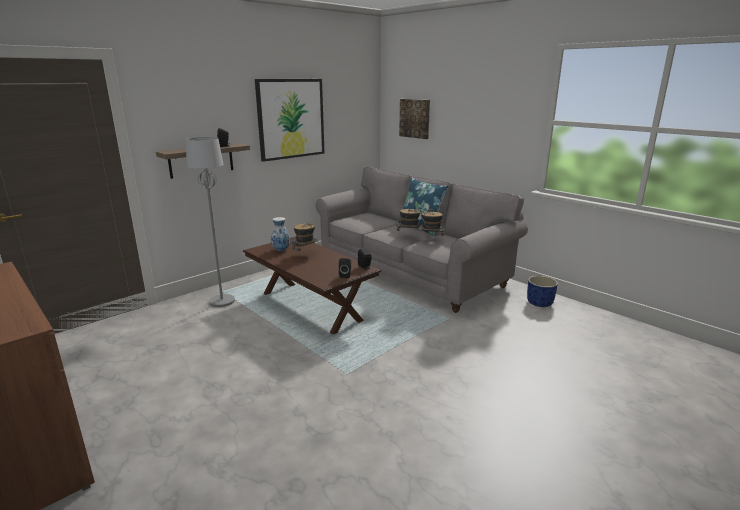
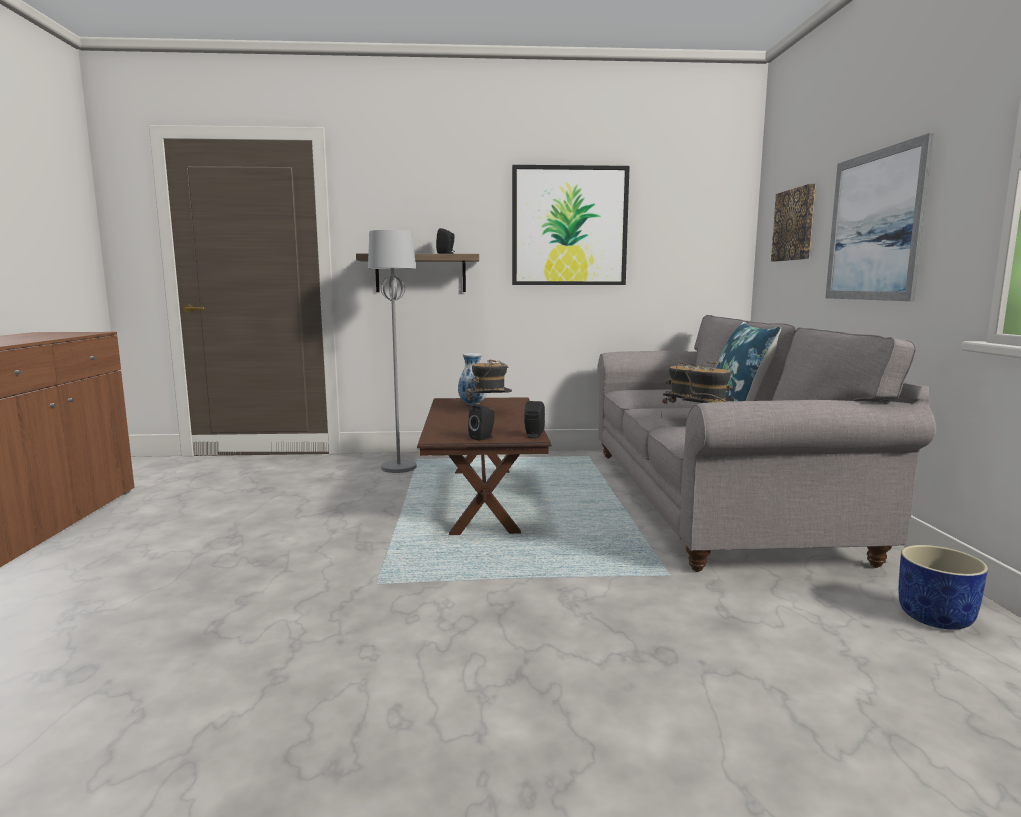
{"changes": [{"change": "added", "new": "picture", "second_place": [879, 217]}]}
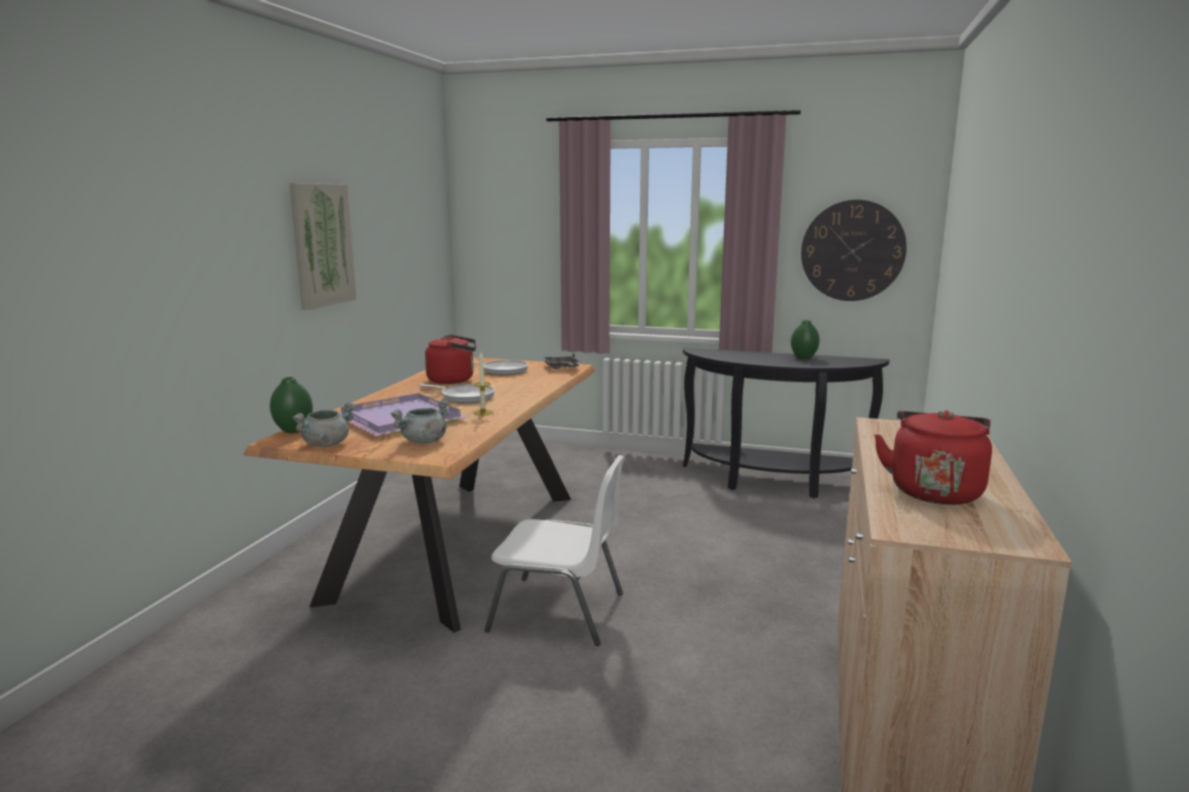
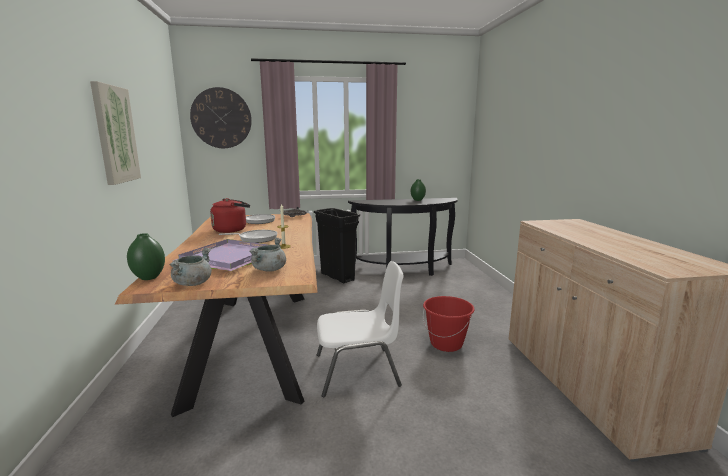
{"changes": [{"change": "moved", "old": "wall clock", "first_place": [854, 250], "second_place": [221, 117]}, {"change": "removed", "old": "kettle (red)", "first_place": [933, 457]}, {"change": "added", "new": "trash can (black)", "second_place": [337, 245]}, {"change": "added", "new": "bucket (red)", "second_place": [449, 324]}]}
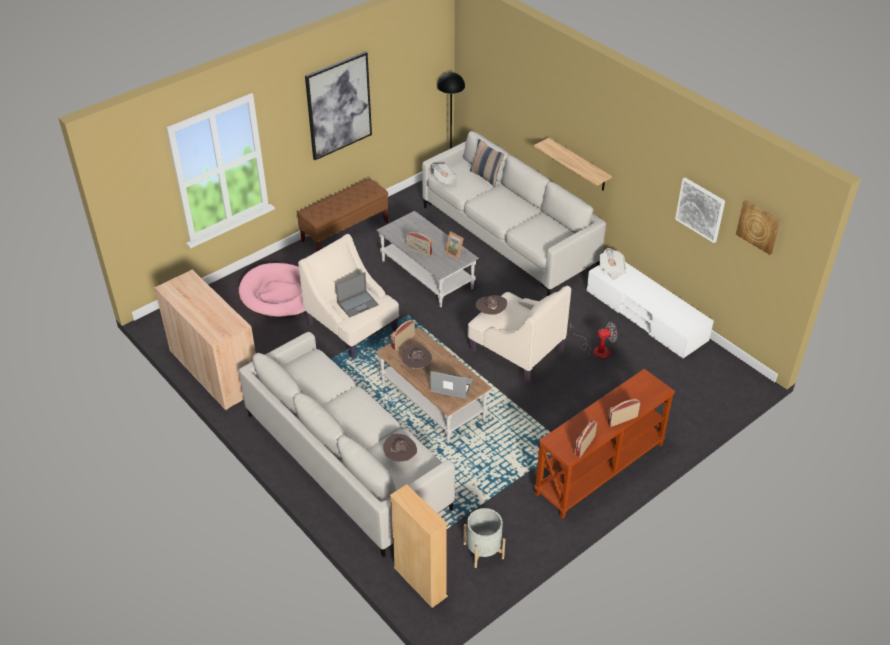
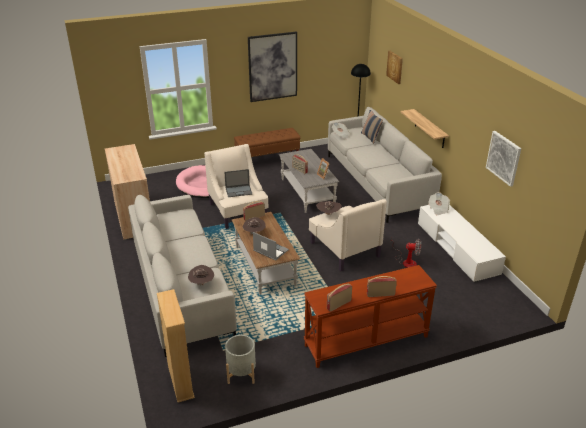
{"changes": [{"change": "moved", "old": "picture", "first_place": [758, 227], "second_place": [394, 67]}]}
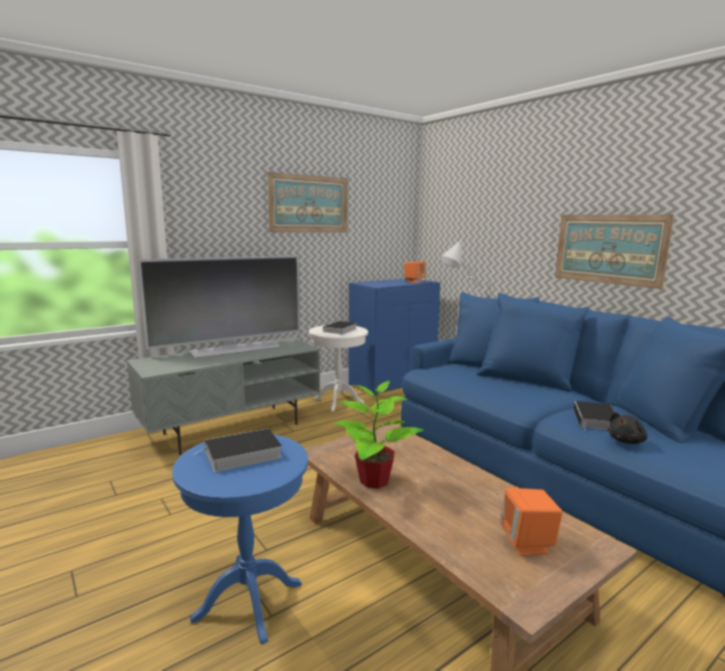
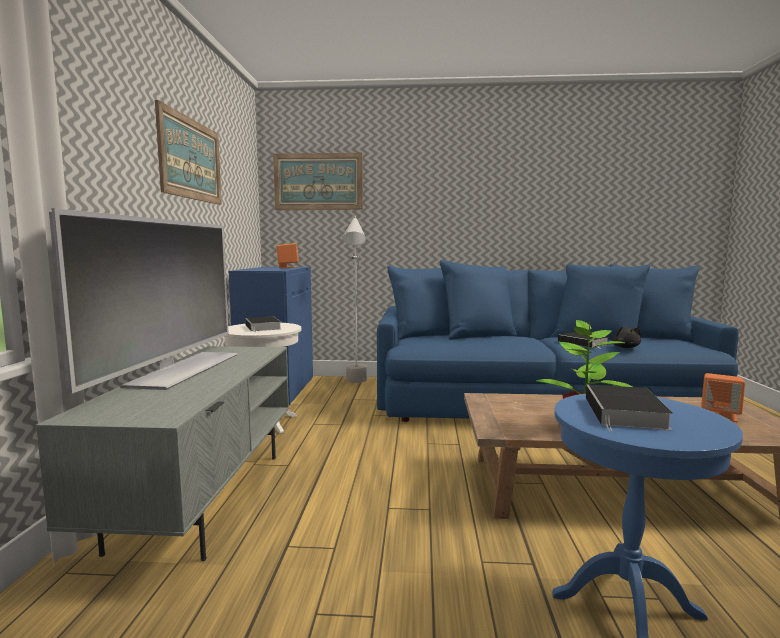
{"changes": [{"change": "moved", "old": "picture", "first_place": [614, 251], "second_place": [318, 181]}]}
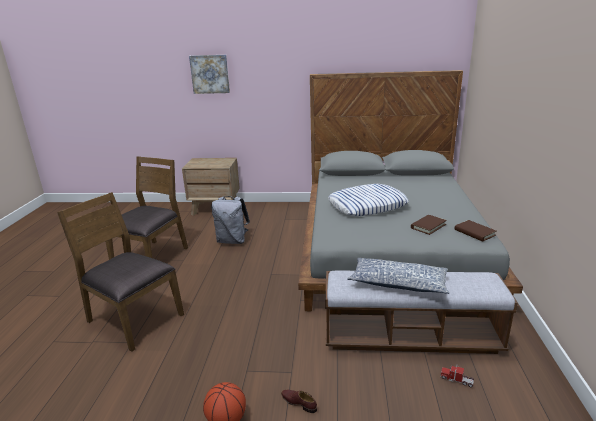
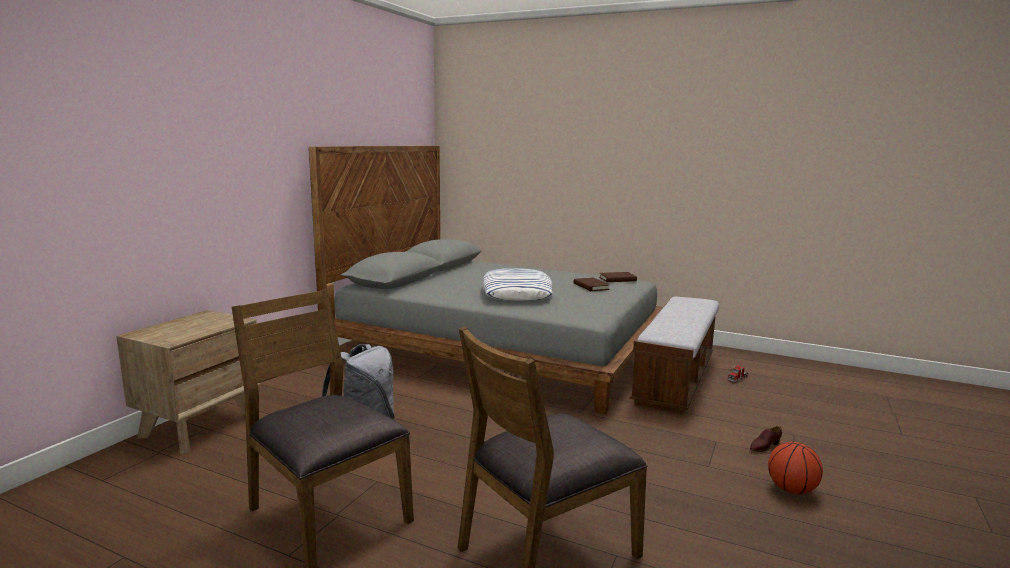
{"changes": [{"change": "removed", "old": "picture", "first_place": [209, 74]}, {"change": "removed", "old": "pillow", "first_place": [398, 276]}]}
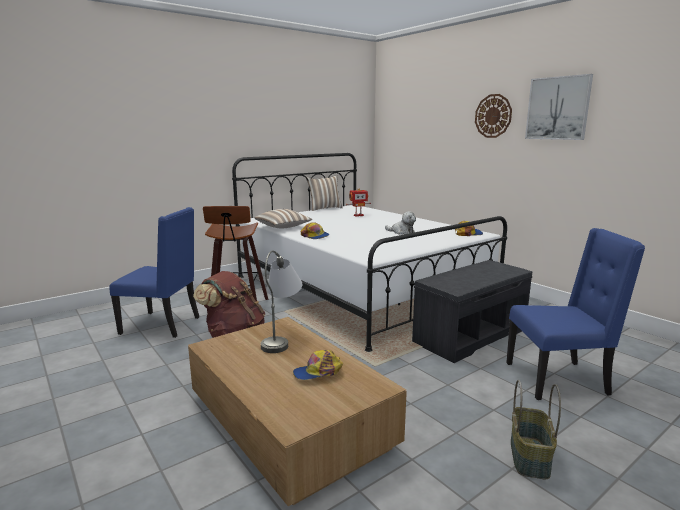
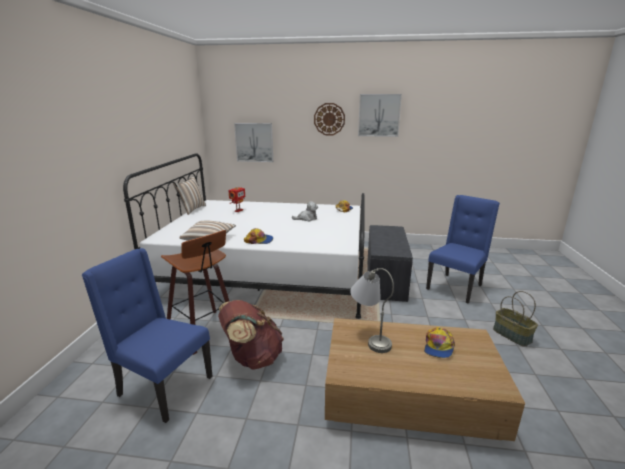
{"changes": [{"change": "turned", "old": "chair (blue)", "first_place": [154, 272], "second_place": [147, 335], "degrees": -120}, {"change": "added", "new": "picture", "second_place": [253, 142]}]}
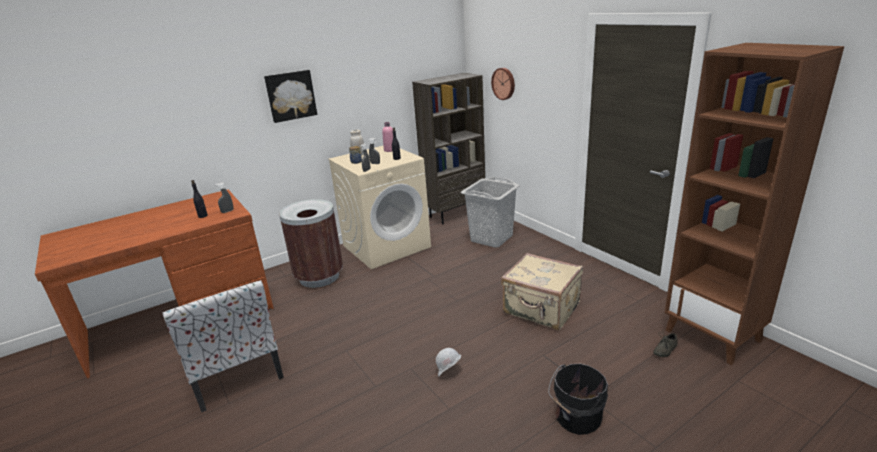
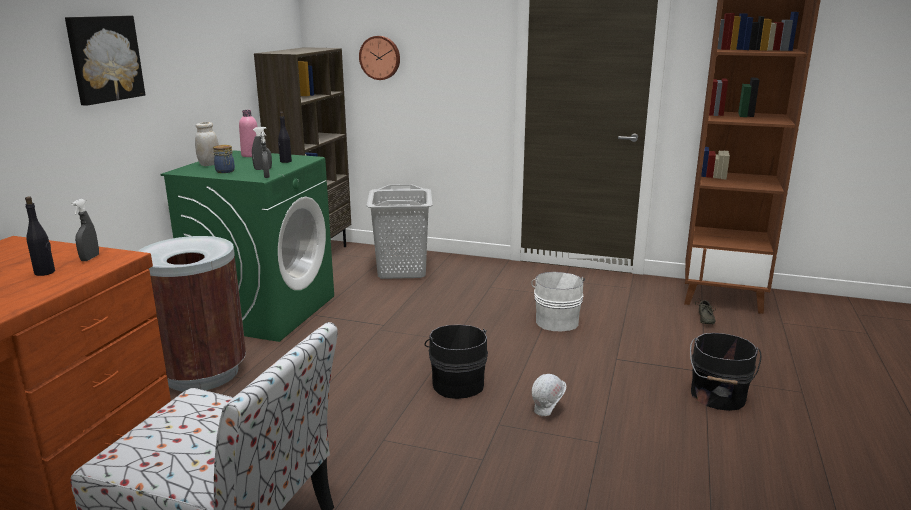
{"changes": [{"change": "recoloured", "old": "washing machine (beige)", "new": "washing machine (green)", "first_place": [379, 207], "second_place": [247, 246]}, {"change": "replaced", "old": "suitcase (beige)", "new": "bucket (white)", "first_place": [542, 291], "second_place": [558, 301]}, {"change": "added", "new": "bucket (black)", "second_place": [456, 362]}]}
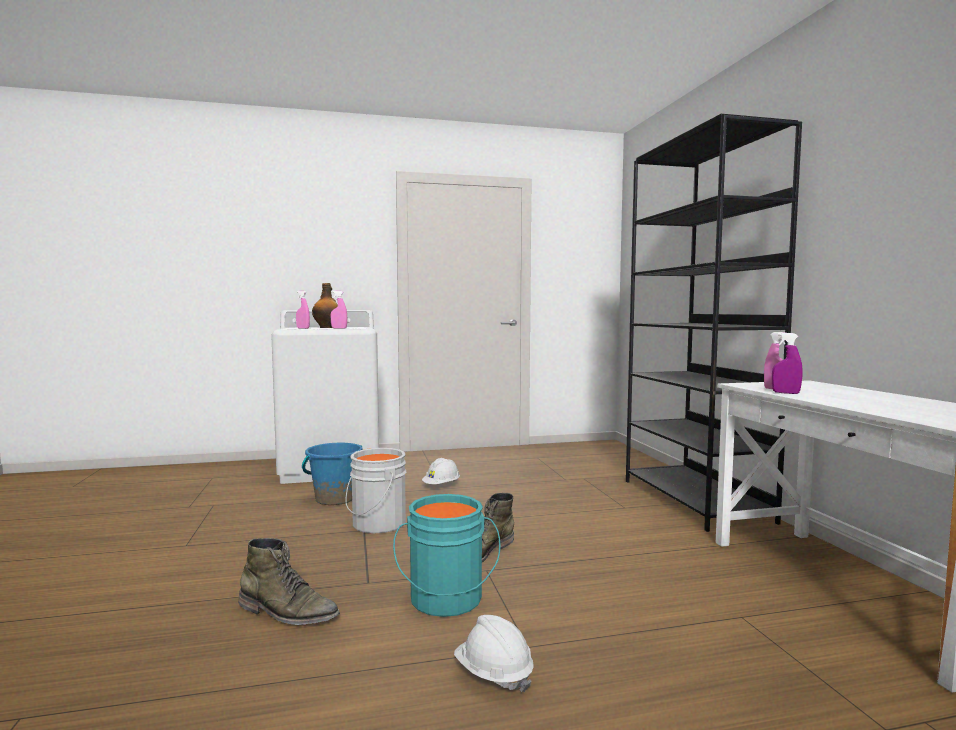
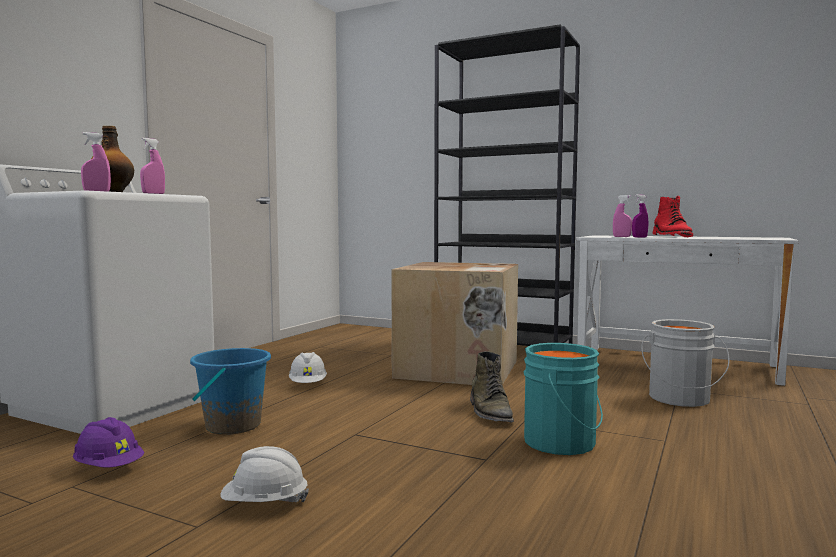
{"changes": [{"change": "removed", "old": "boot (green)", "first_place": [289, 581]}, {"change": "moved", "old": "bucket (grey)", "first_place": [376, 490], "second_place": [685, 363]}, {"change": "moved", "old": "hard hat (white)", "first_place": [494, 653], "second_place": [264, 474]}, {"change": "added", "new": "hard hat (purple)", "second_place": [108, 442]}, {"change": "added", "new": "cardboard box", "second_place": [454, 323]}, {"change": "added", "new": "boot (red)", "second_place": [673, 216]}]}
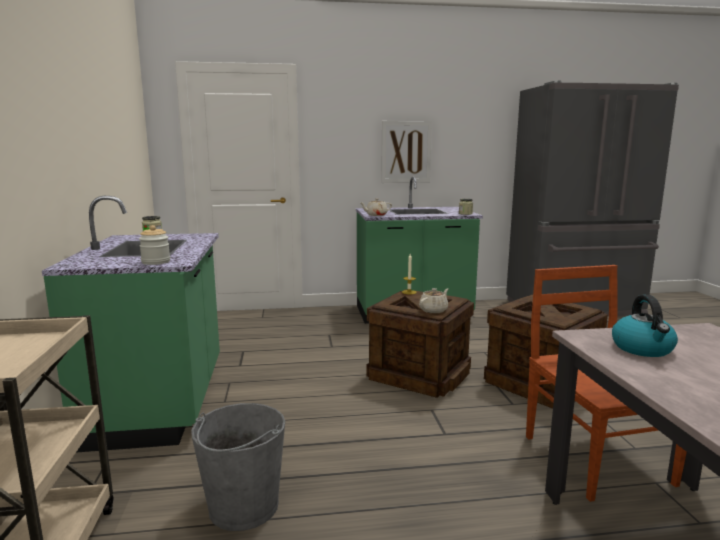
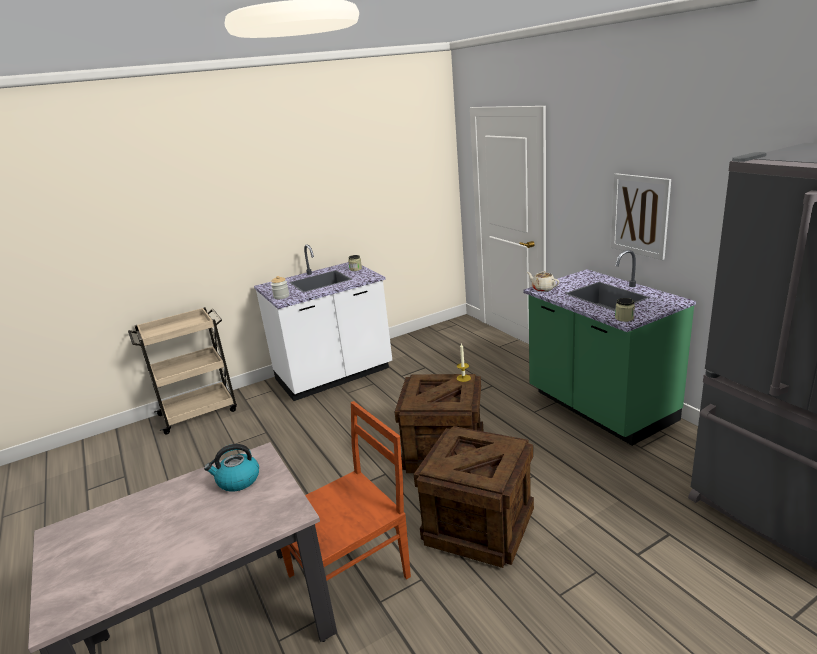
{"changes": [{"change": "recoloured", "old": "counter (green)", "new": "counter (white)", "first_place": [131, 324], "second_place": [323, 322]}, {"change": "removed", "old": "bucket (grey)", "first_place": [238, 467]}, {"change": "removed", "old": "teapot (beige)", "first_place": [433, 300]}]}
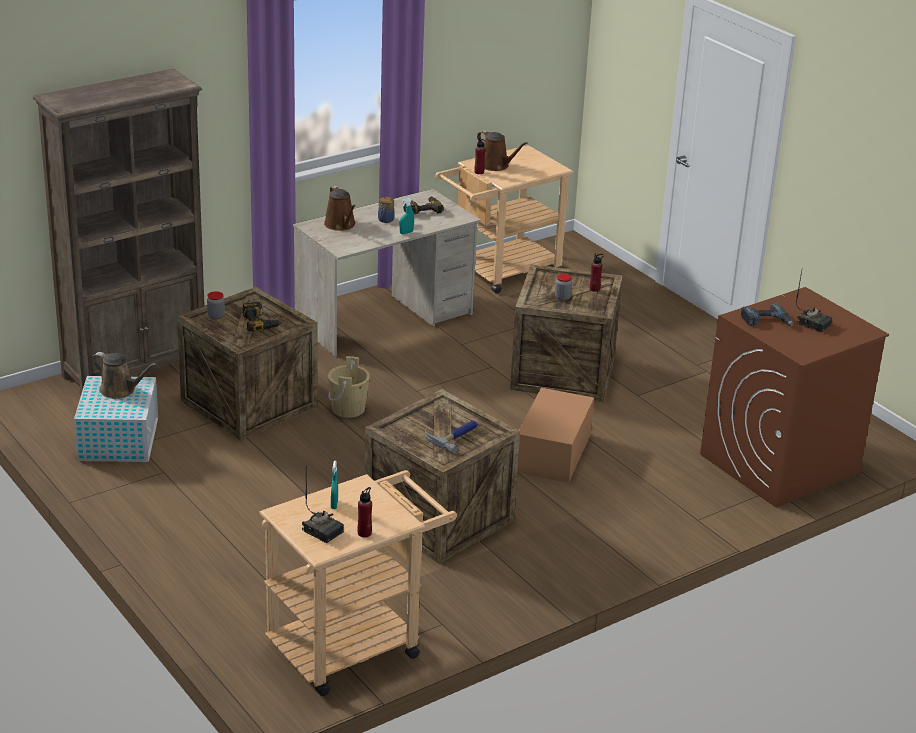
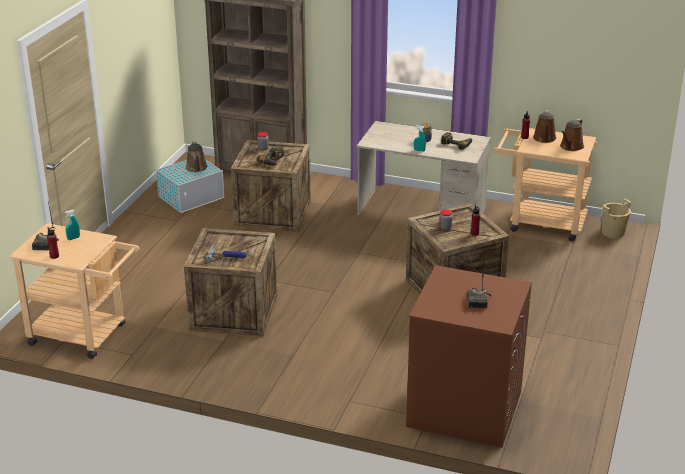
{"changes": [{"change": "moved", "old": "watering can (brown)", "first_place": [340, 208], "second_place": [572, 135]}, {"change": "moved", "old": "bucket (beige)", "first_place": [349, 387], "second_place": [615, 218]}, {"change": "removed", "old": "cardboard box", "first_place": [555, 435]}, {"change": "removed", "old": "power drill", "first_place": [767, 314]}]}
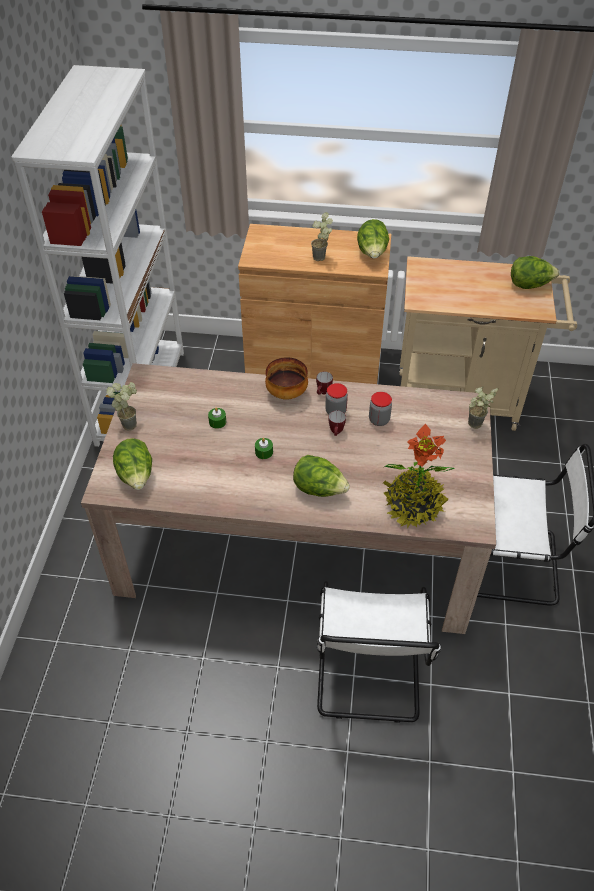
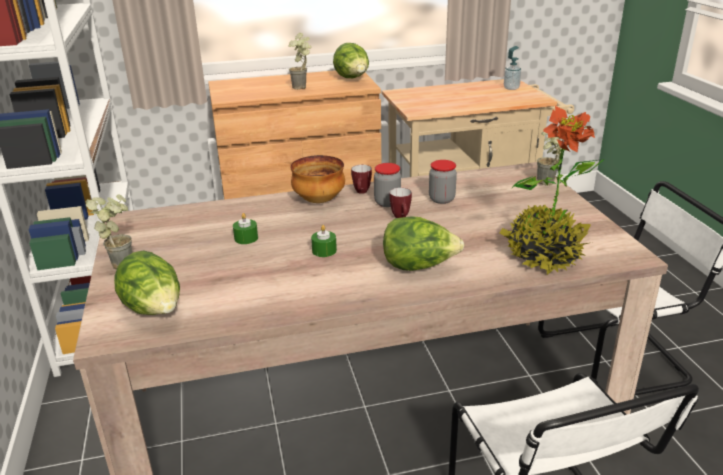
{"changes": [{"change": "replaced", "old": "lettuce", "new": "soap dispenser", "first_place": [535, 272], "second_place": [512, 68]}]}
